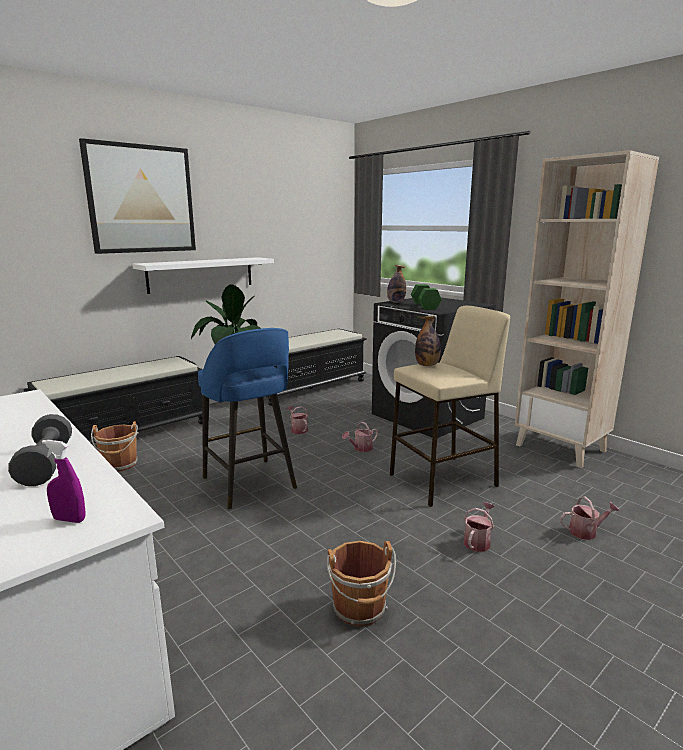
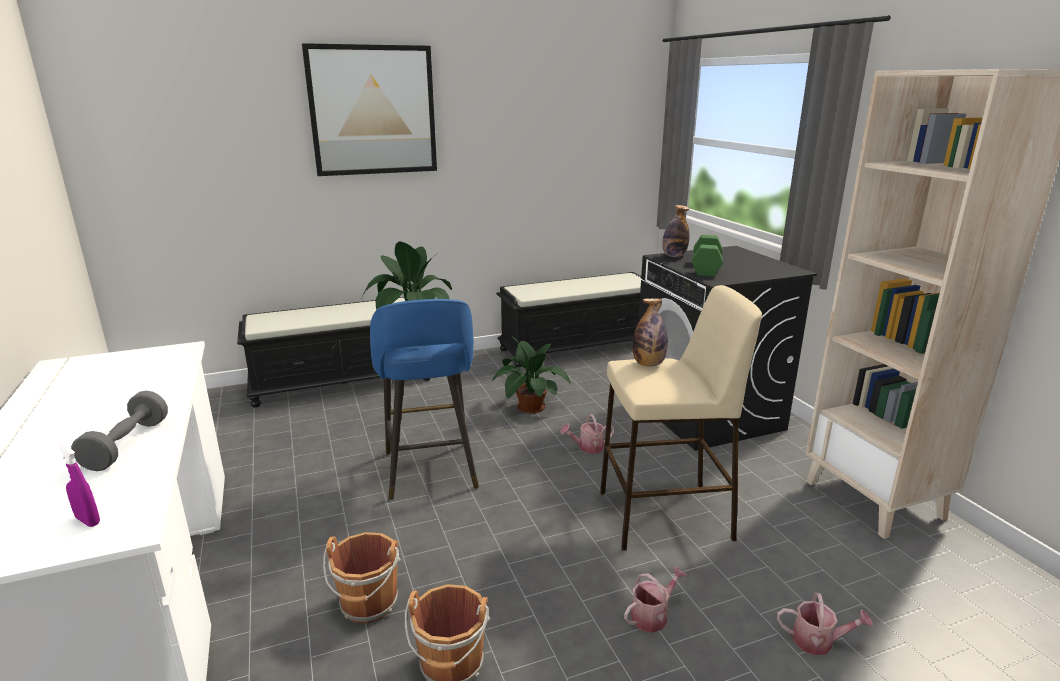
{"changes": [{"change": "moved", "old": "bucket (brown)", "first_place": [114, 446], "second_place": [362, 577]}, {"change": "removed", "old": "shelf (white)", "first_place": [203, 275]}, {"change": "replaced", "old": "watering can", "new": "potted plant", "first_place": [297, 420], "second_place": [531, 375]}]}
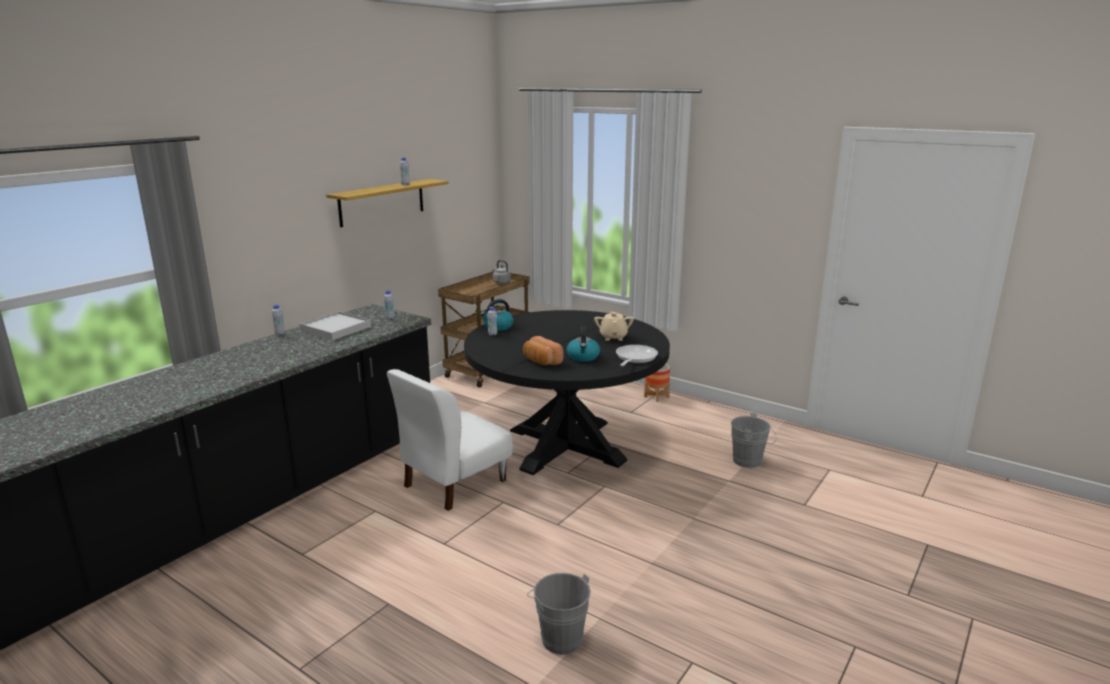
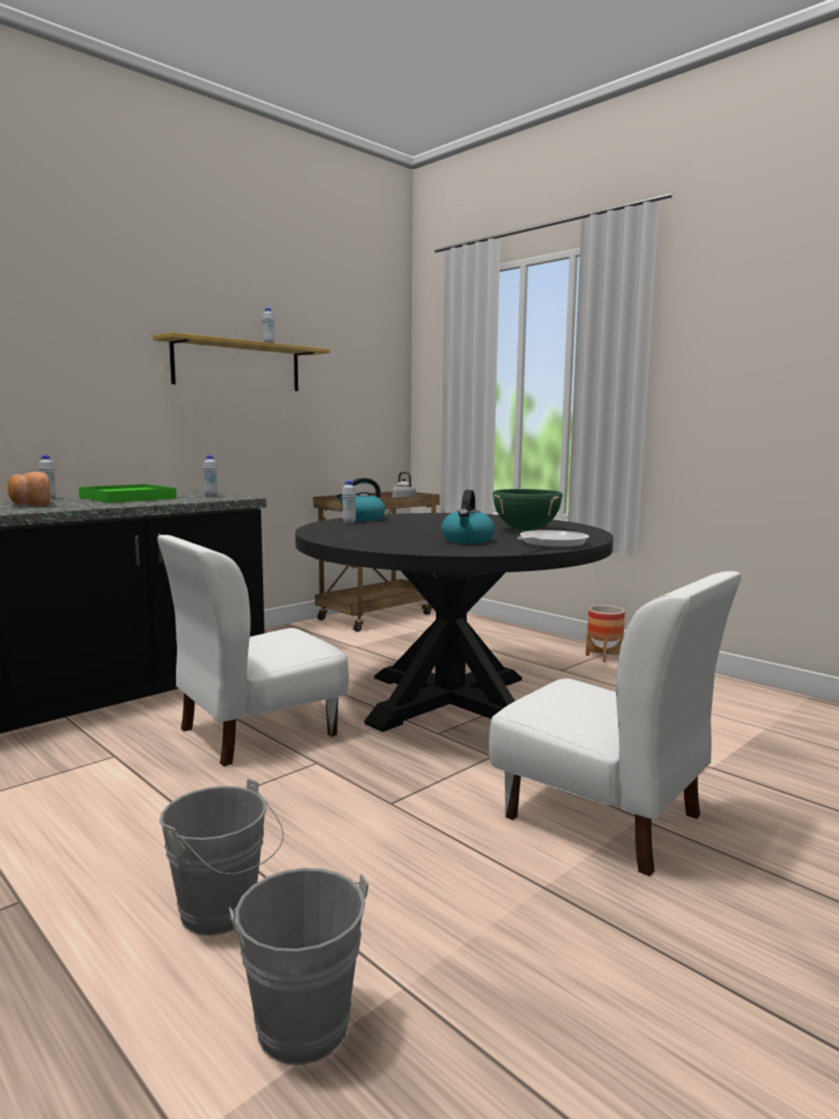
{"changes": [{"change": "recoloured", "old": "tray (white)", "new": "tray (green)", "first_place": [335, 325], "second_place": [128, 493]}, {"change": "moved", "old": "bread", "first_place": [543, 350], "second_place": [29, 489]}, {"change": "replaced", "old": "teapot (beige)", "new": "cooking pot (green)", "first_place": [614, 326], "second_place": [527, 510]}, {"change": "moved", "old": "bucket (grey)", "first_place": [753, 440], "second_place": [221, 857]}, {"change": "added", "new": "chair (white)", "second_place": [615, 723]}]}
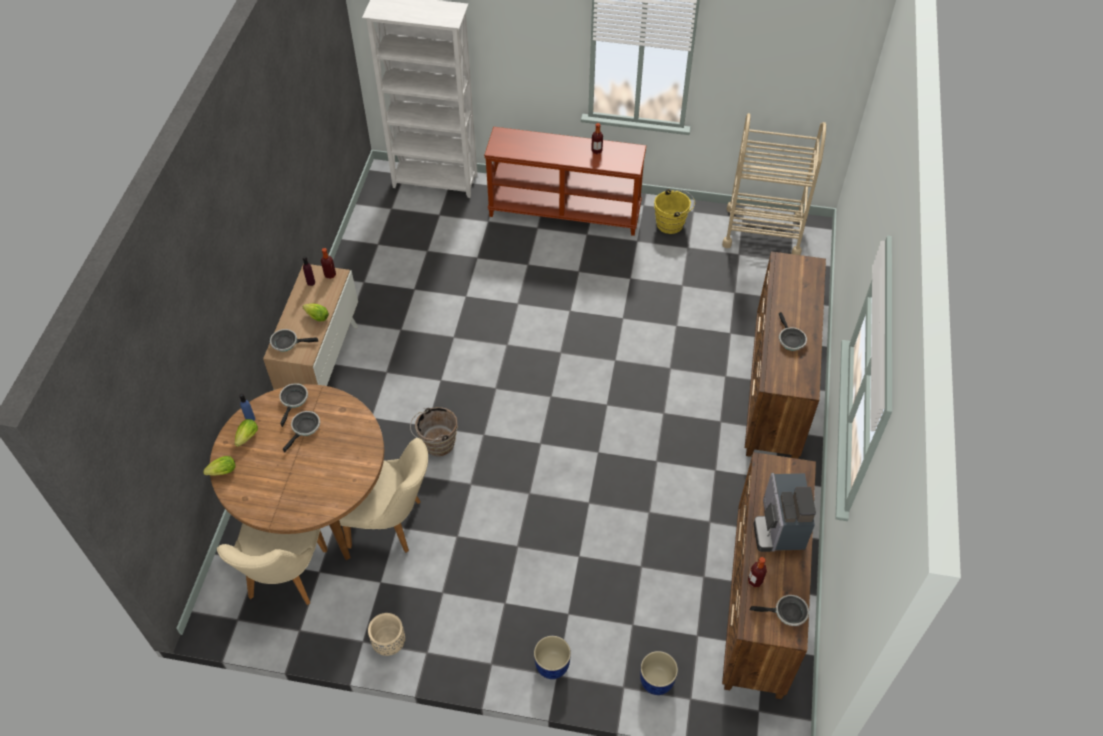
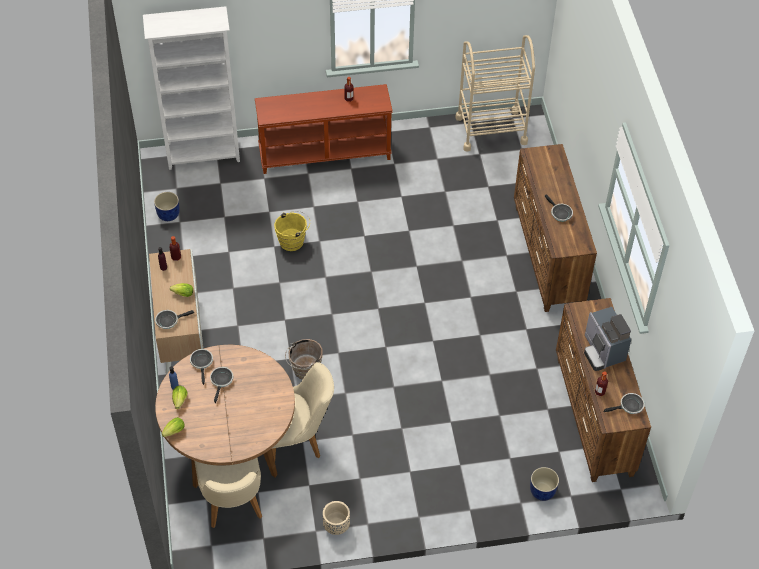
{"changes": [{"change": "moved", "old": "planter (blue)", "first_place": [552, 657], "second_place": [167, 206]}, {"change": "moved", "old": "bucket (yellow)", "first_place": [674, 211], "second_place": [292, 231]}]}
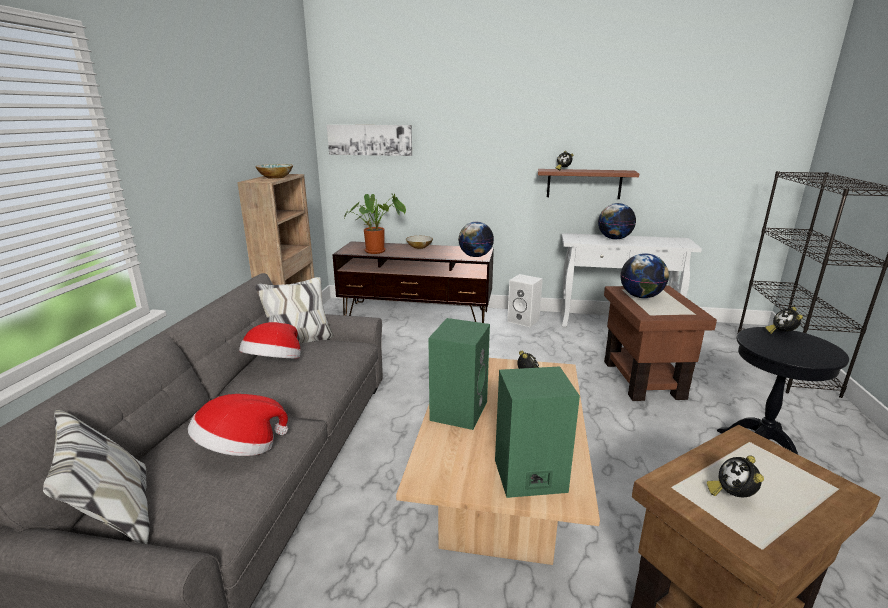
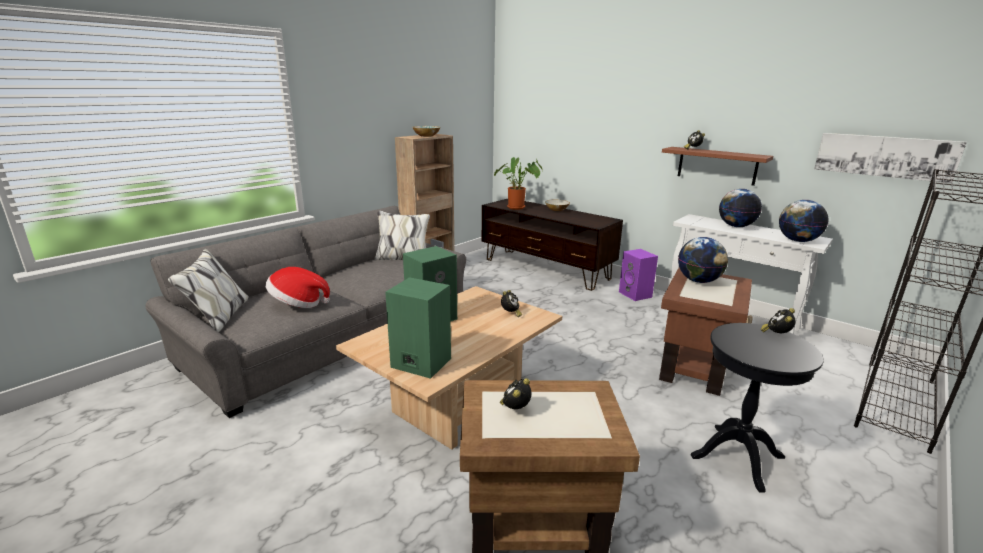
{"changes": [{"change": "removed", "old": "hat", "first_place": [270, 340]}, {"change": "moved", "old": "picture", "first_place": [369, 140], "second_place": [890, 158]}, {"change": "moved", "old": "globe", "first_place": [476, 239], "second_place": [804, 221]}, {"change": "recoloured", "old": "speaker (white)", "new": "speaker (purple)", "first_place": [525, 300], "second_place": [638, 275]}]}
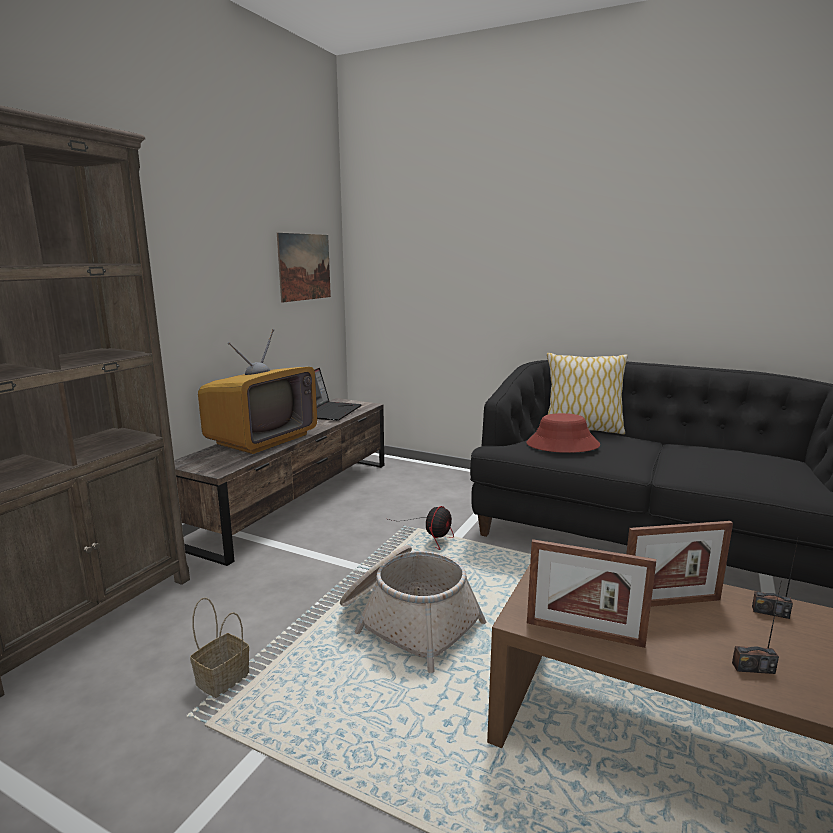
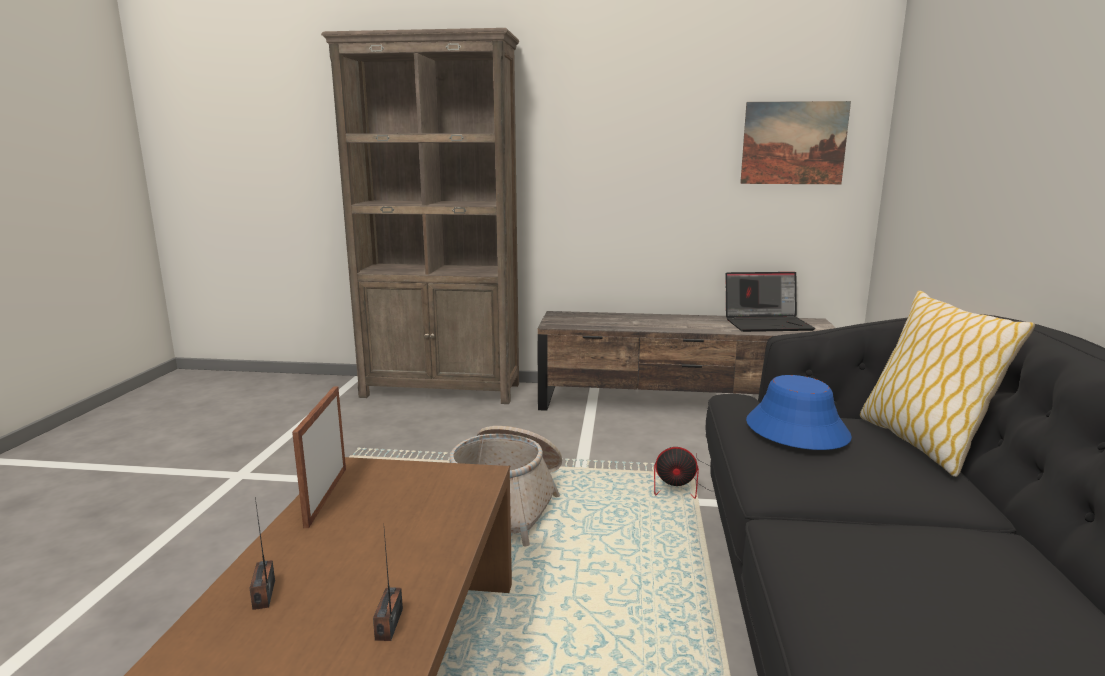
{"changes": [{"change": "removed", "old": "basket", "first_place": [219, 647]}, {"change": "removed", "old": "television", "first_place": [257, 391]}, {"change": "recoloured", "old": "hat (red)", "new": "hat (blue)", "first_place": [563, 433], "second_place": [799, 412]}, {"change": "removed", "old": "picture frame", "first_place": [679, 564]}]}
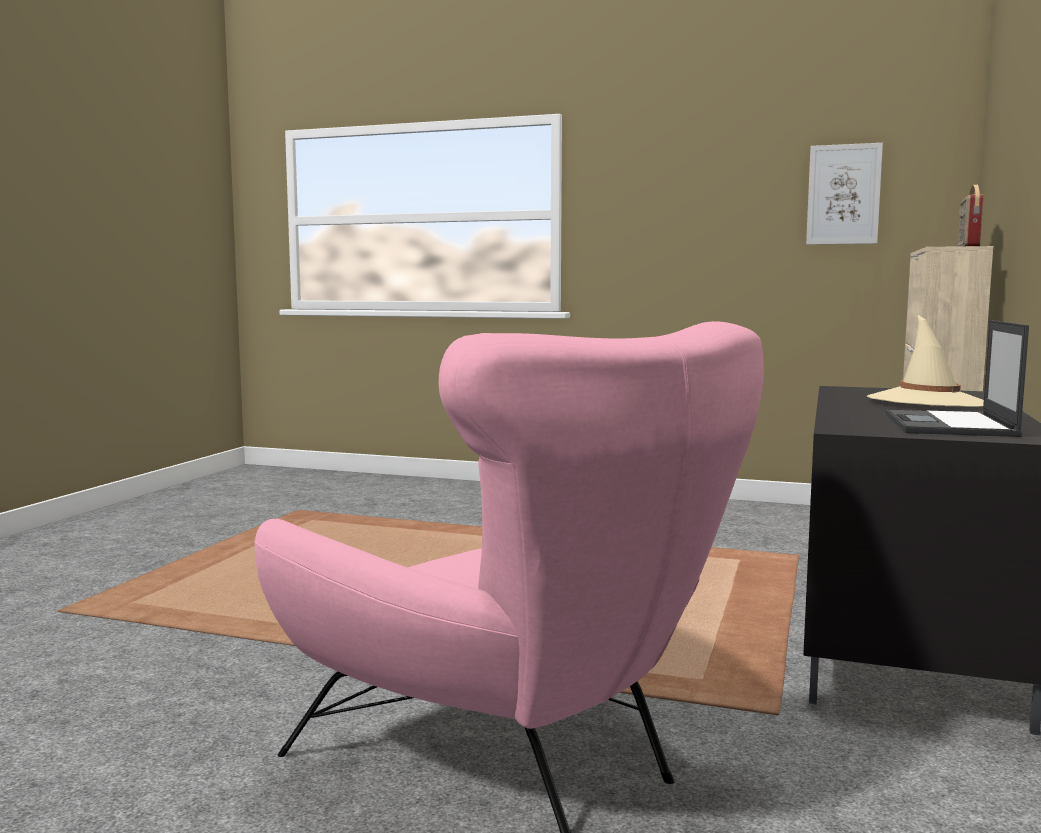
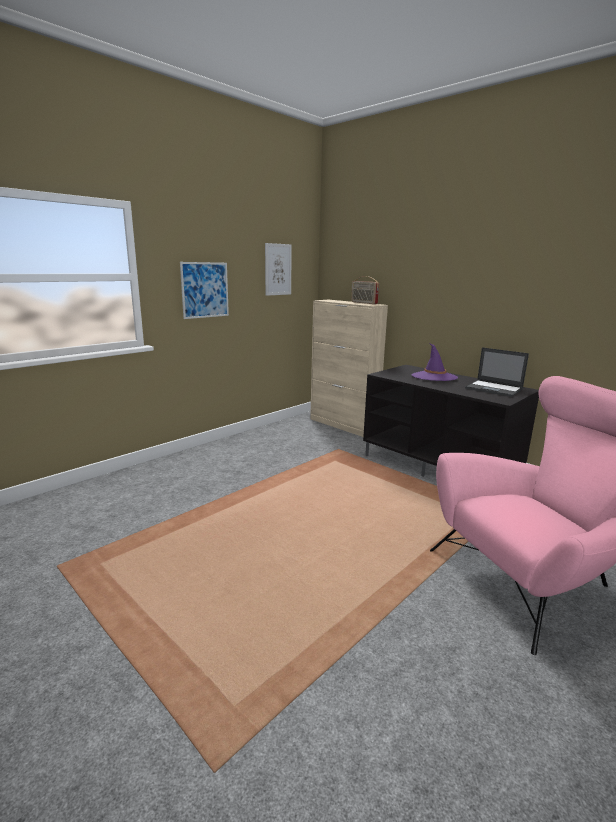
{"changes": [{"change": "recoloured", "old": "hat (beige)", "new": "hat (purple)", "first_place": [925, 361], "second_place": [435, 362]}, {"change": "added", "new": "picture", "second_place": [204, 290]}]}
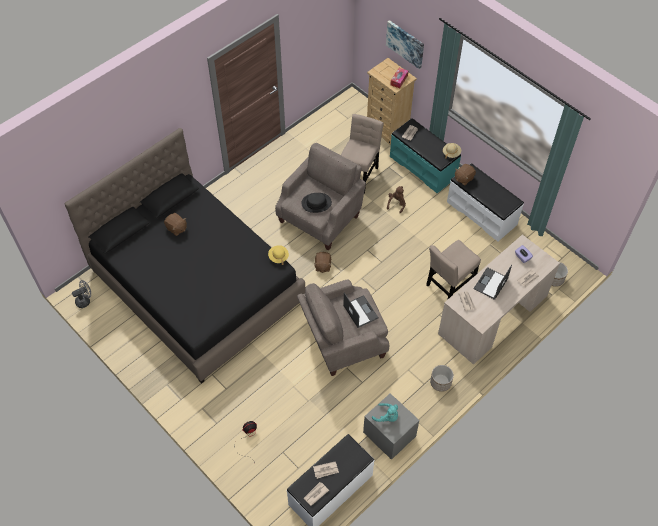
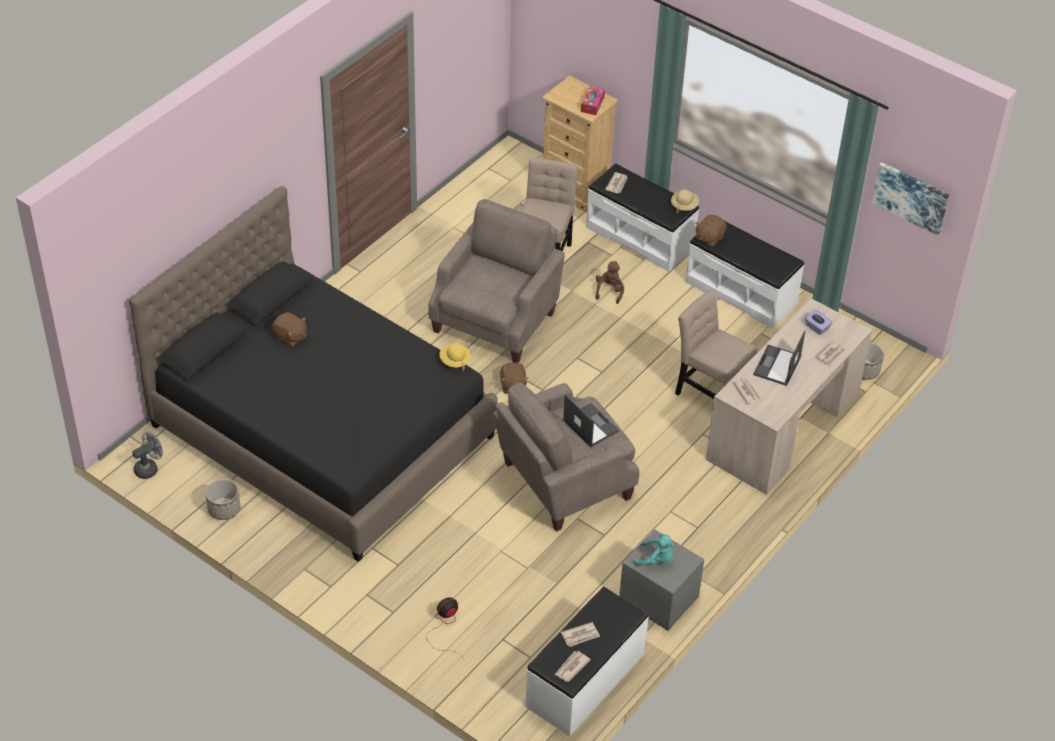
{"changes": [{"change": "removed", "old": "hat (black)", "first_place": [316, 203]}, {"change": "moved", "old": "picture", "first_place": [405, 44], "second_place": [910, 199]}, {"change": "recoloured", "old": "bench (turquoise)", "new": "bench (white)", "first_place": [425, 155], "second_place": [642, 217]}, {"change": "turned", "old": "chair (beige)", "first_place": [453, 270], "second_place": [716, 344], "degrees": 90}, {"change": "moved", "old": "planter", "first_place": [442, 378], "second_place": [222, 499]}]}
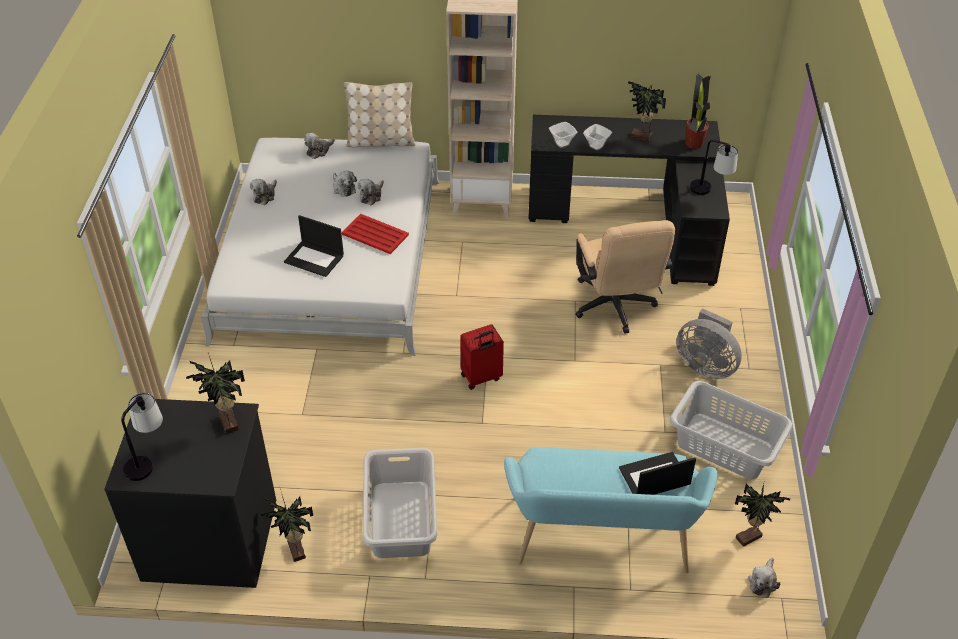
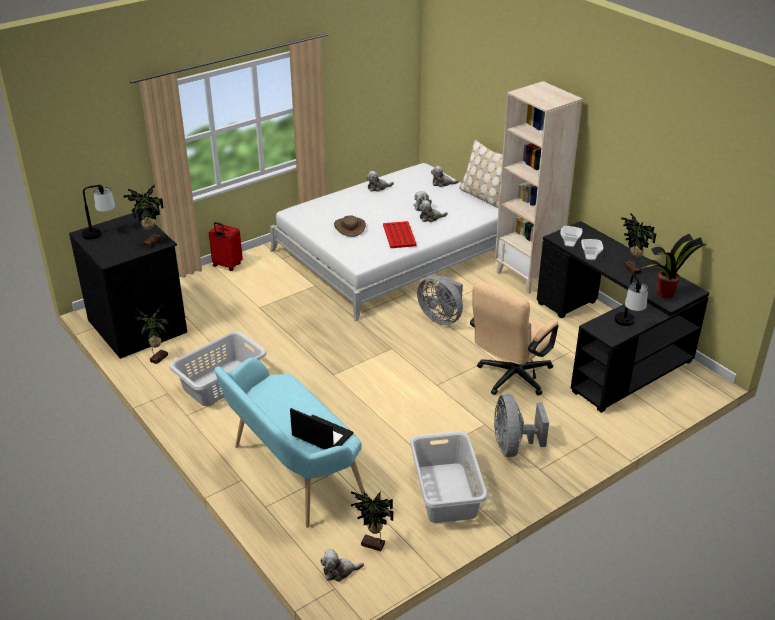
{"changes": [{"change": "replaced", "old": "laptop", "new": "hat (brown)", "first_place": [314, 246], "second_place": [350, 226]}, {"change": "moved", "old": "suitcase (red)", "first_place": [482, 357], "second_place": [226, 246]}, {"change": "added", "new": "fan (grey)", "second_place": [440, 300]}]}
